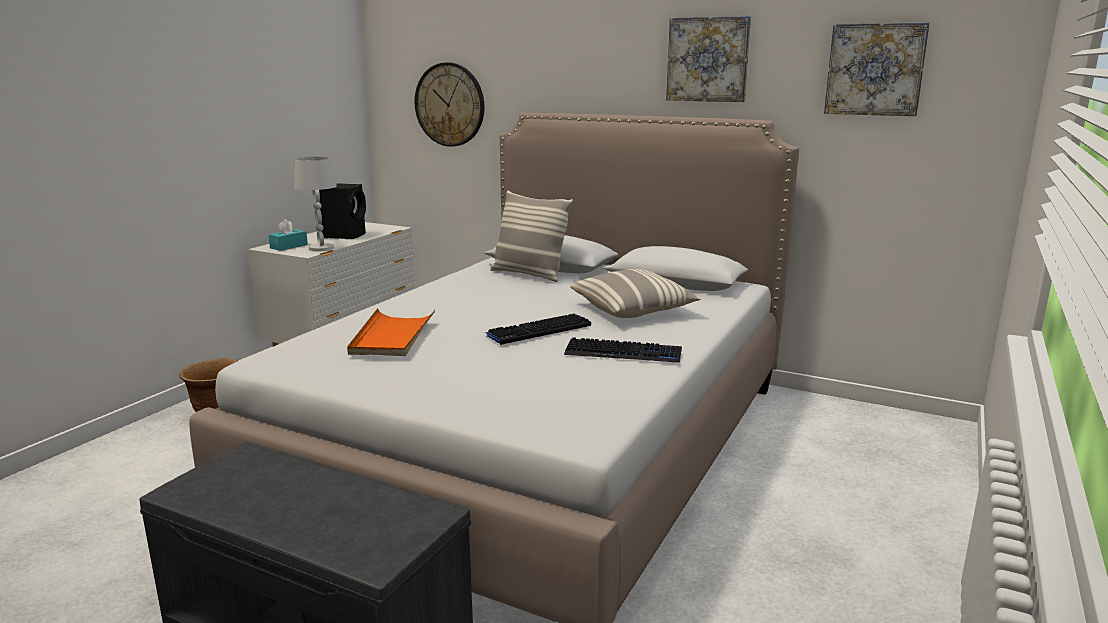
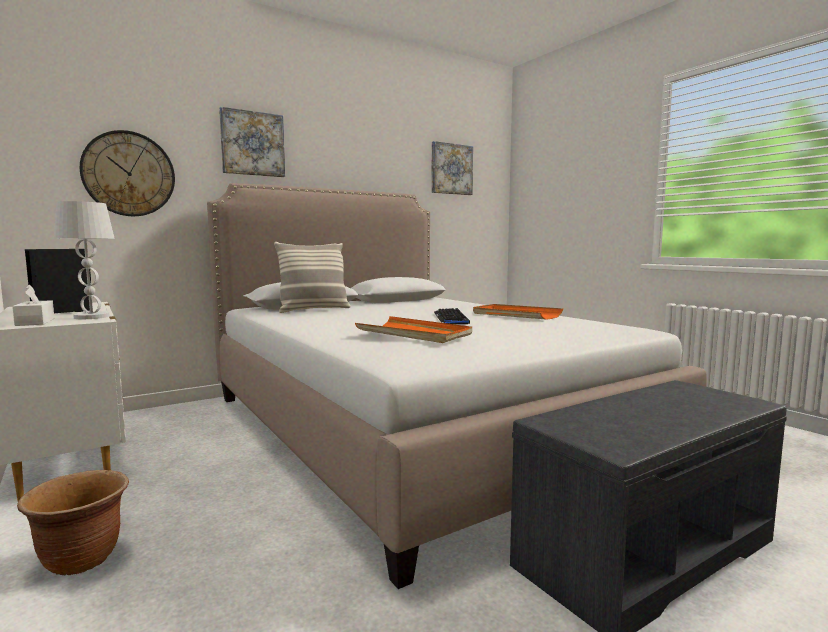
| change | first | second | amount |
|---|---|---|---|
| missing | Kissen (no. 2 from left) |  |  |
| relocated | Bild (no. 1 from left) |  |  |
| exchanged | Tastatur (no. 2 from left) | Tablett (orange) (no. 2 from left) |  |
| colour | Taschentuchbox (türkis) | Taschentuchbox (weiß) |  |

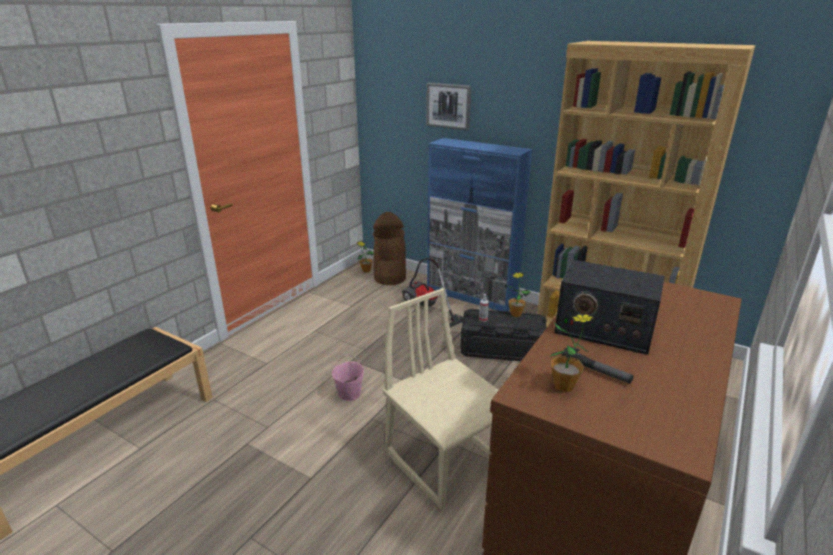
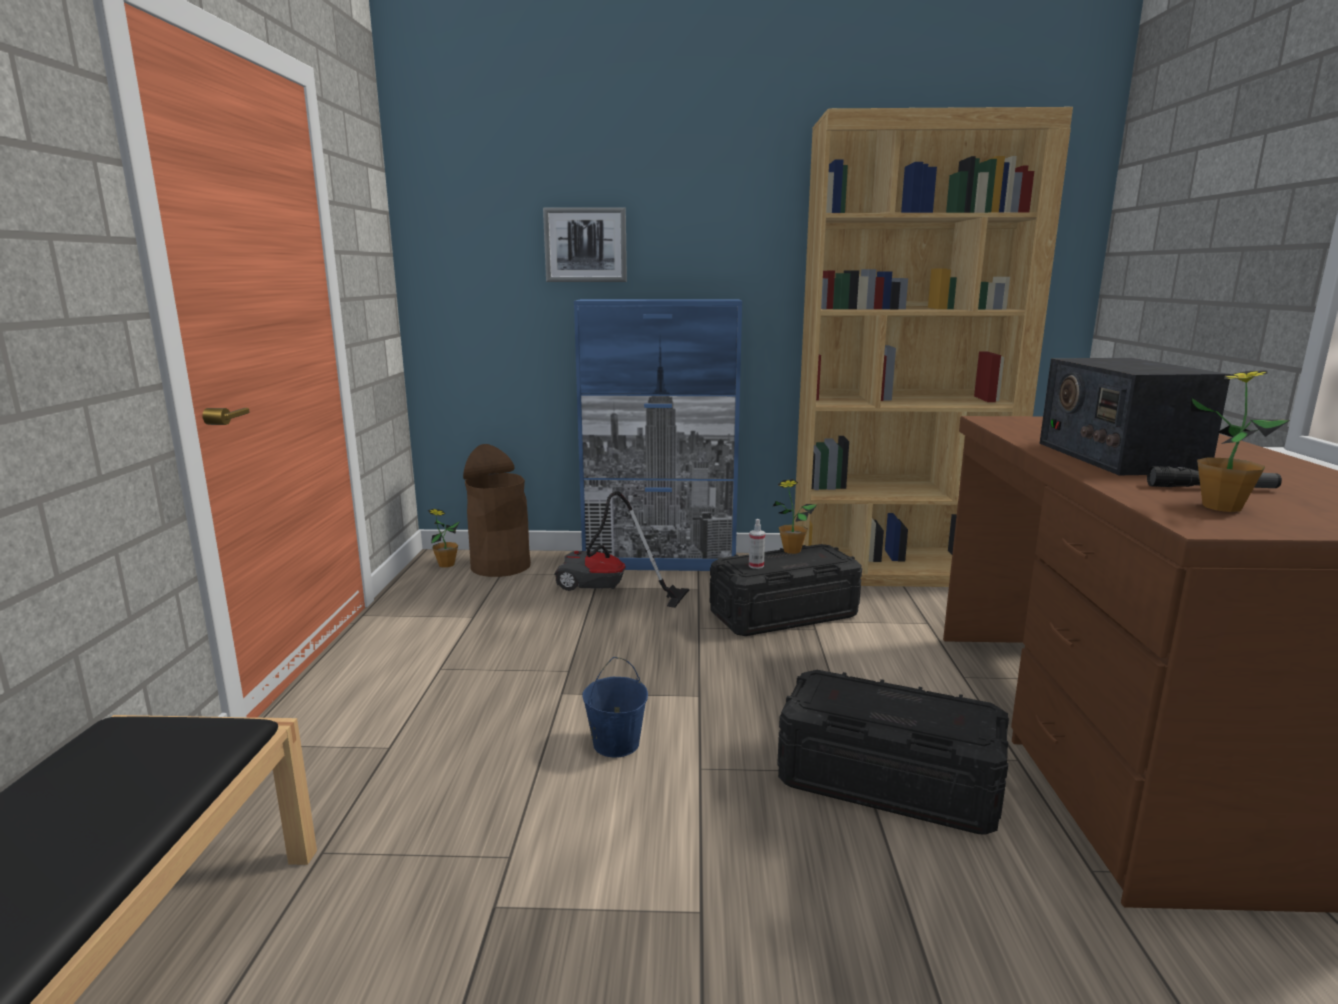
| change | first | second | amount |
|---|---|---|---|
| exchanged | Stuhl (beige) | Aufbewahrungsbox (schwarz) (no. 2 from left) |  |
| colour | Eimer (rosa) | Eimer (blau) |  |
| spun | Radio |  | 90 degrees clockwise |

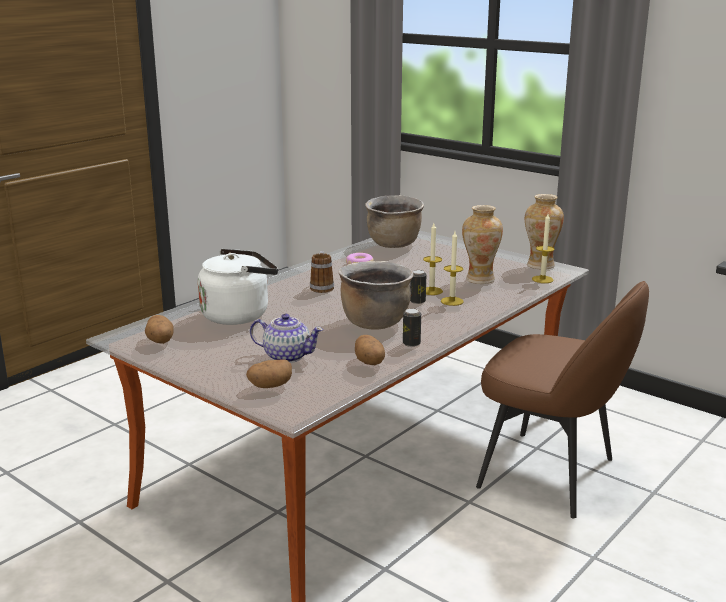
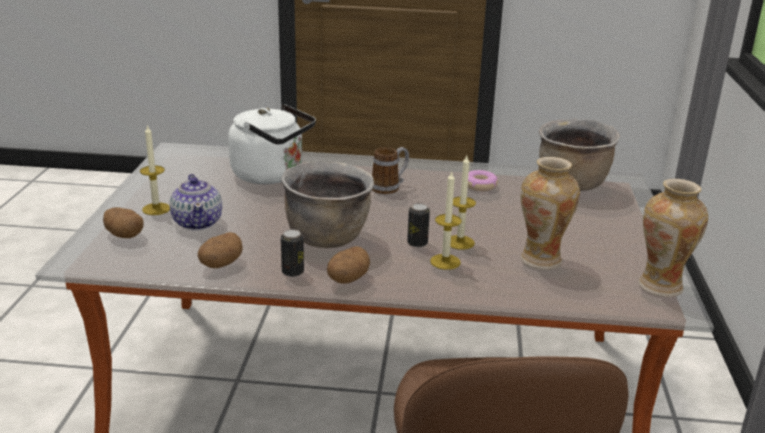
| change | first | second | amount |
|---|---|---|---|
| relocated | Kartoffel (no. 1 from left in the first image) | Kartoffel (no. 3 from left) |  |
| relocated | Kerze (no. 3 from left in the first image) | Kerze (no. 1 from left) |  |

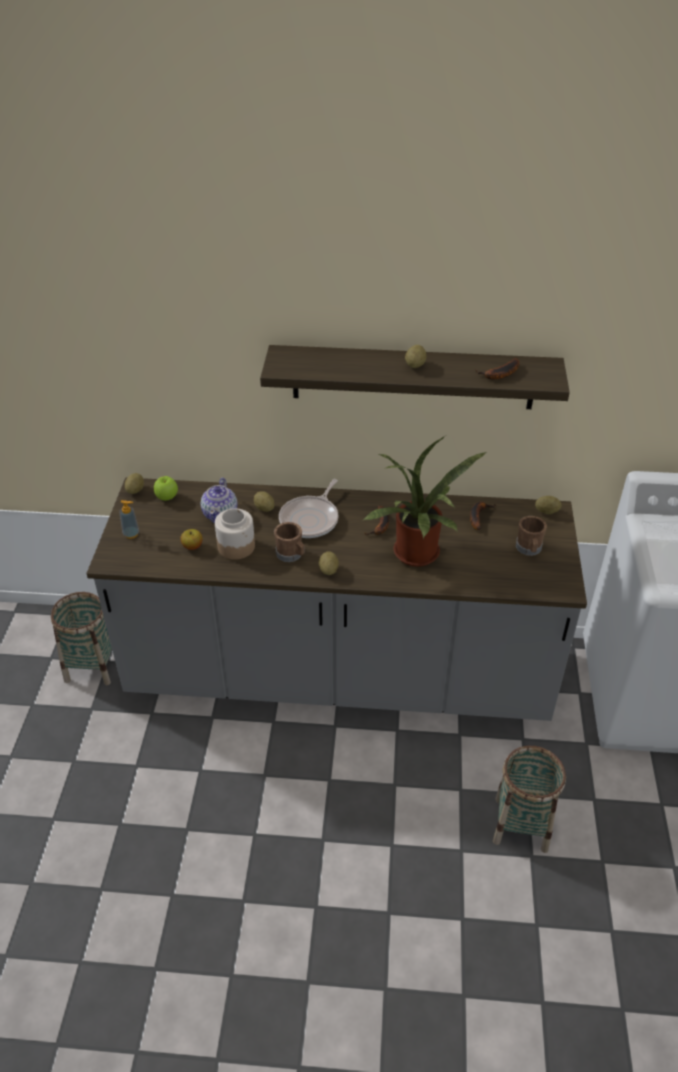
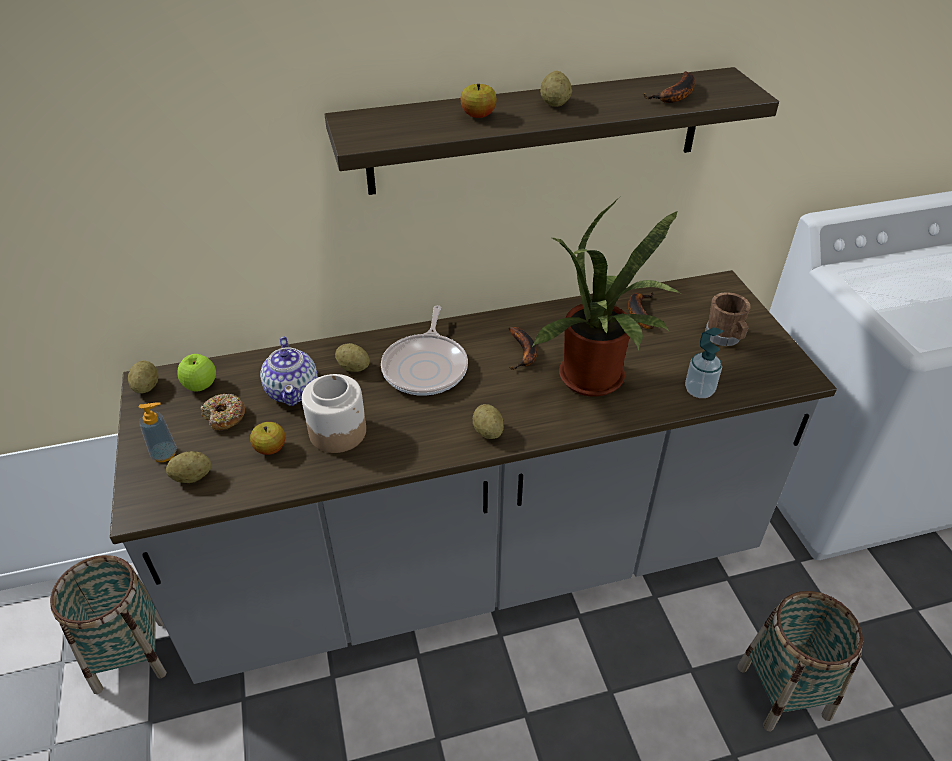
| change | first | second | amount |
|---|---|---|---|
| missing | Henkelbecher (braun) (no. 1 from left) |  |  |
| appeared |  | Donut |  |
| appeared |  | Apfel (no. 3 from left) |  |
| appeared |  | Seifenspender (no. 2 from left) |  |
| relocated | Kartoffel (no. 5 from left in the first image) | Kartoffel (no. 2 from left) |  |

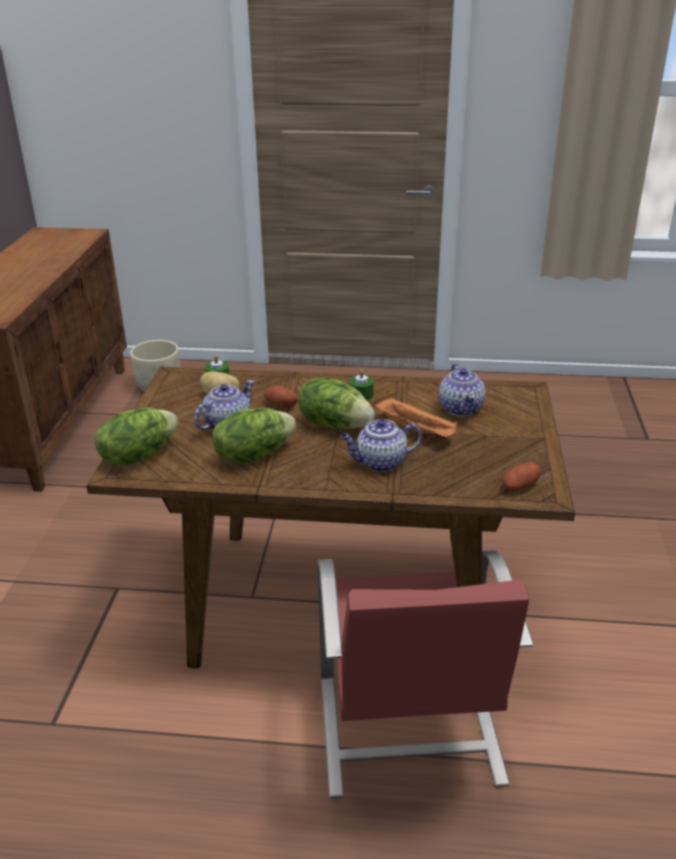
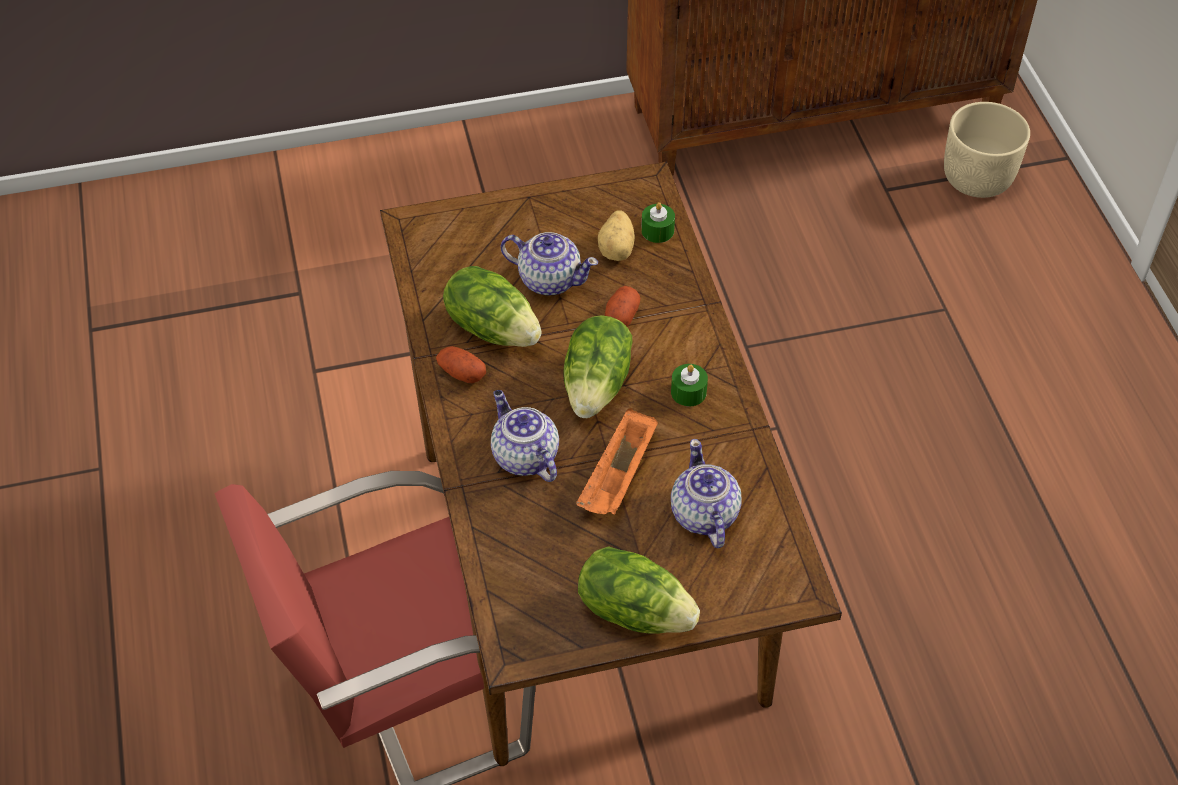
| change | first | second | amount |
|---|---|---|---|
| relocated | Salatkopf (no. 1 from left in the first image) | Salatkopf (no. 3 from left) |  |
| relocated | Kartoffel (no. 3 from left in the first image) | Kartoffel (no. 1 from left) |  |
| spun | Teekanne (no. 3 from left) |  | 105 degrees clockwise |

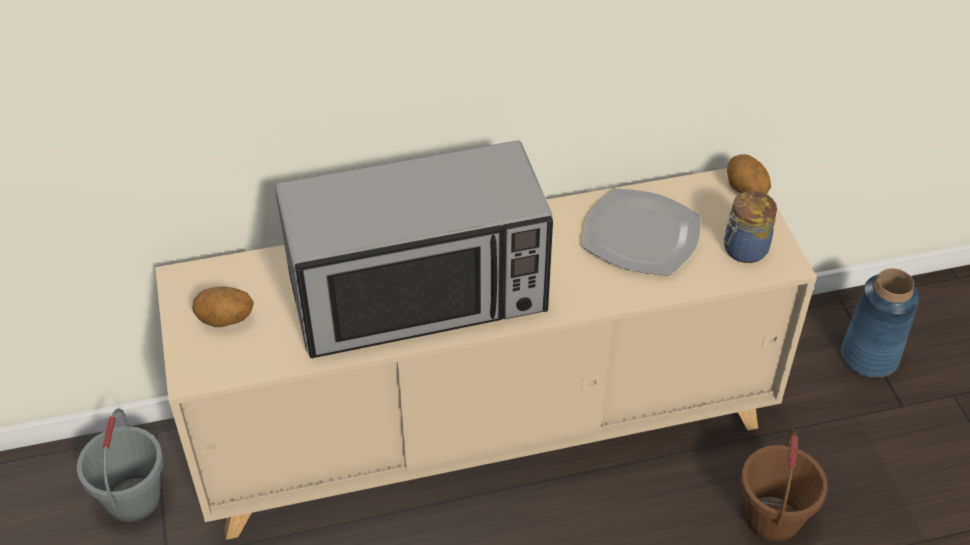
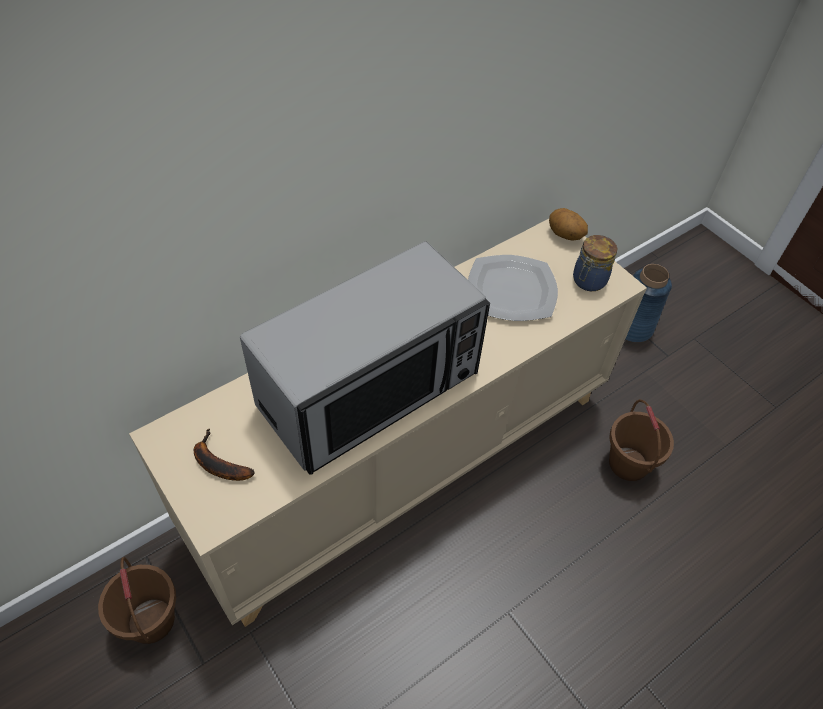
| change | first | second | amount |
|---|---|---|---|
| exchanged | Kartoffel (no. 1 from left) | Banane |  |
| colour | Eimer (grau) | Eimer (braun) (no. 1 from left) |  |

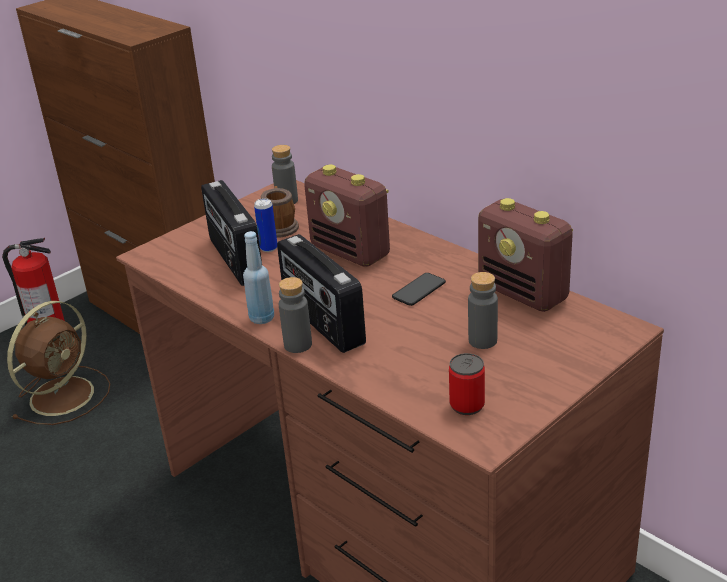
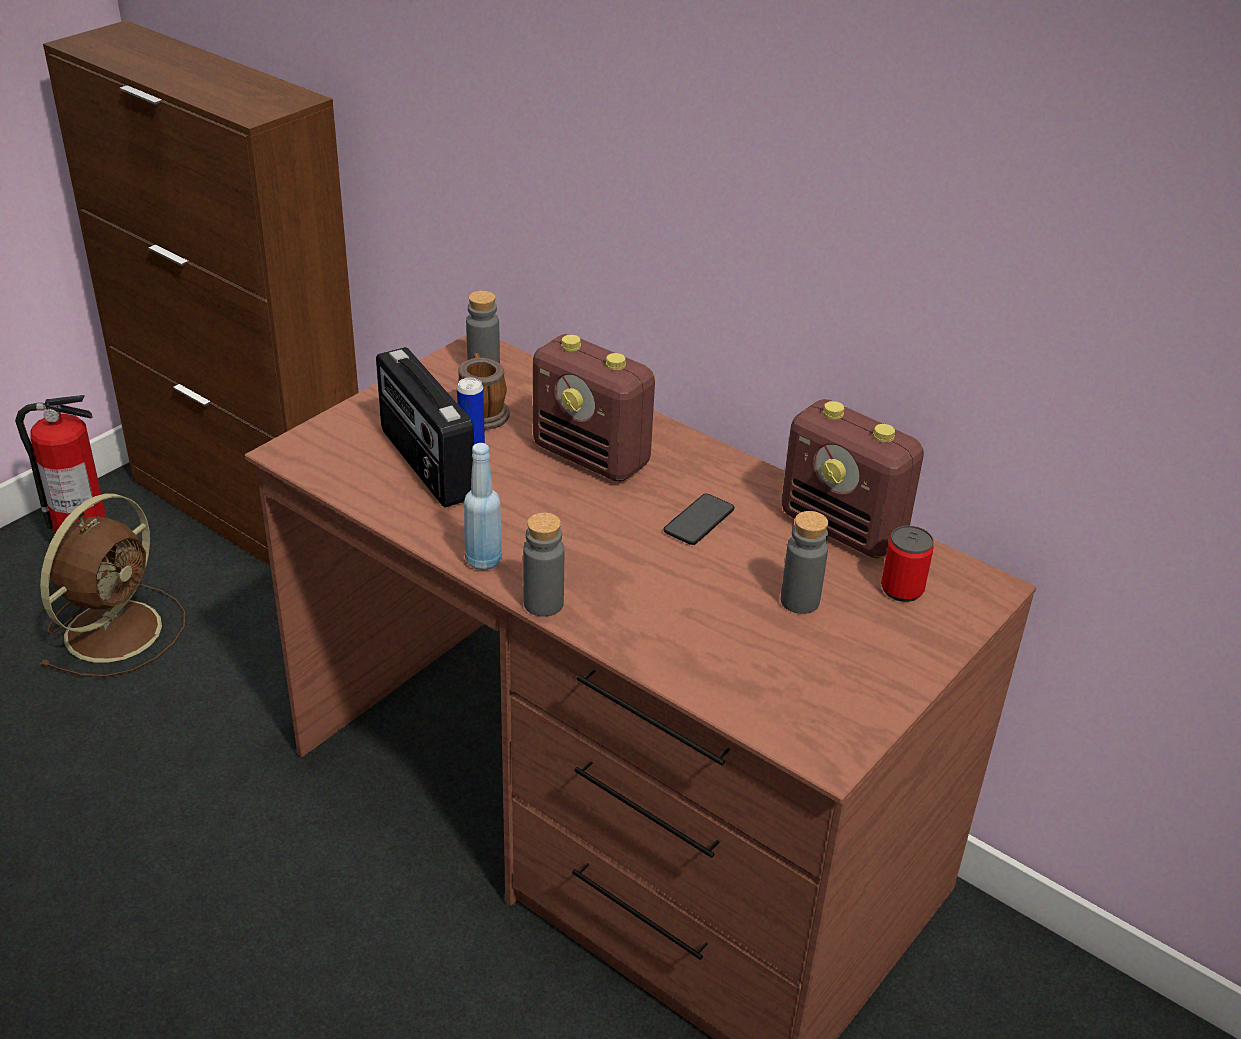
| change | first | second | amount |
|---|---|---|---|
| missing | Radio (no. 2 from left) |  |  |
| relocated | Dose (no. 2 from left) |  |  |

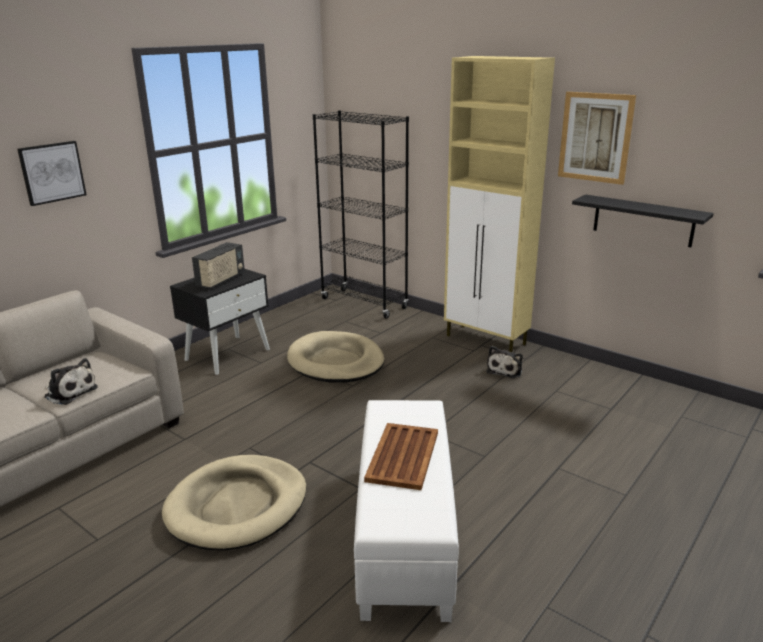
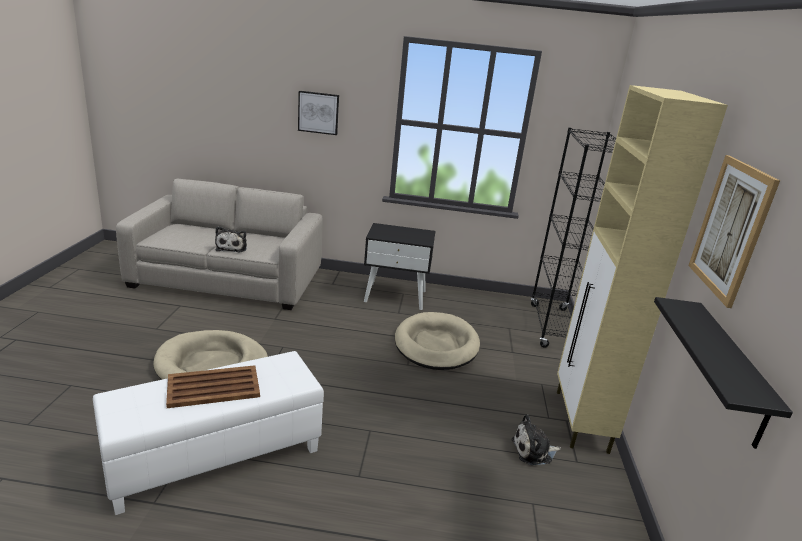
| change | first | second | amount |
|---|---|---|---|
| missing | Radio |  |  |

